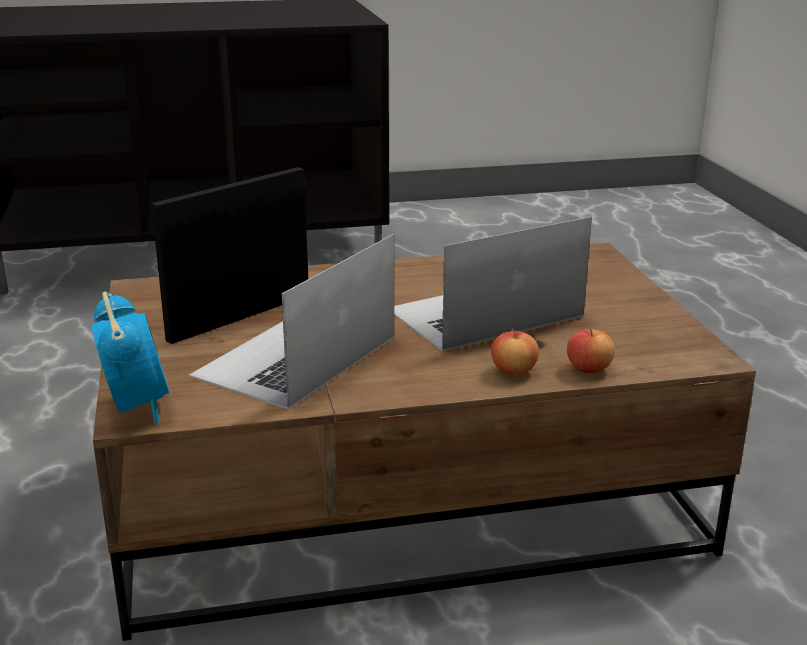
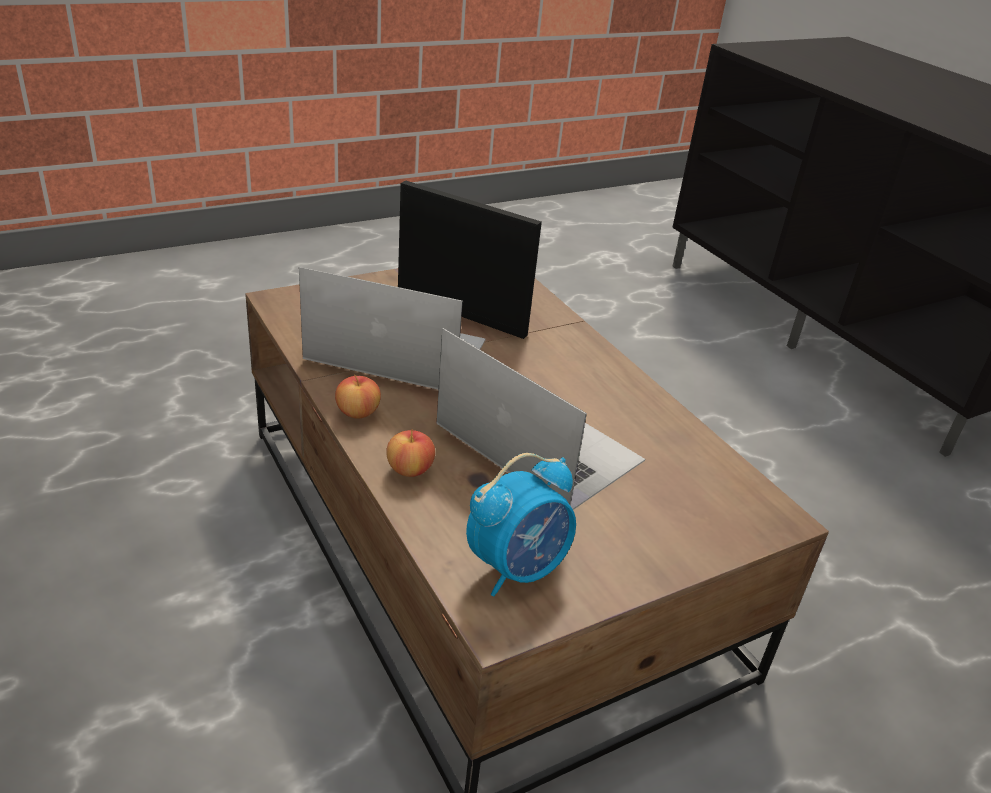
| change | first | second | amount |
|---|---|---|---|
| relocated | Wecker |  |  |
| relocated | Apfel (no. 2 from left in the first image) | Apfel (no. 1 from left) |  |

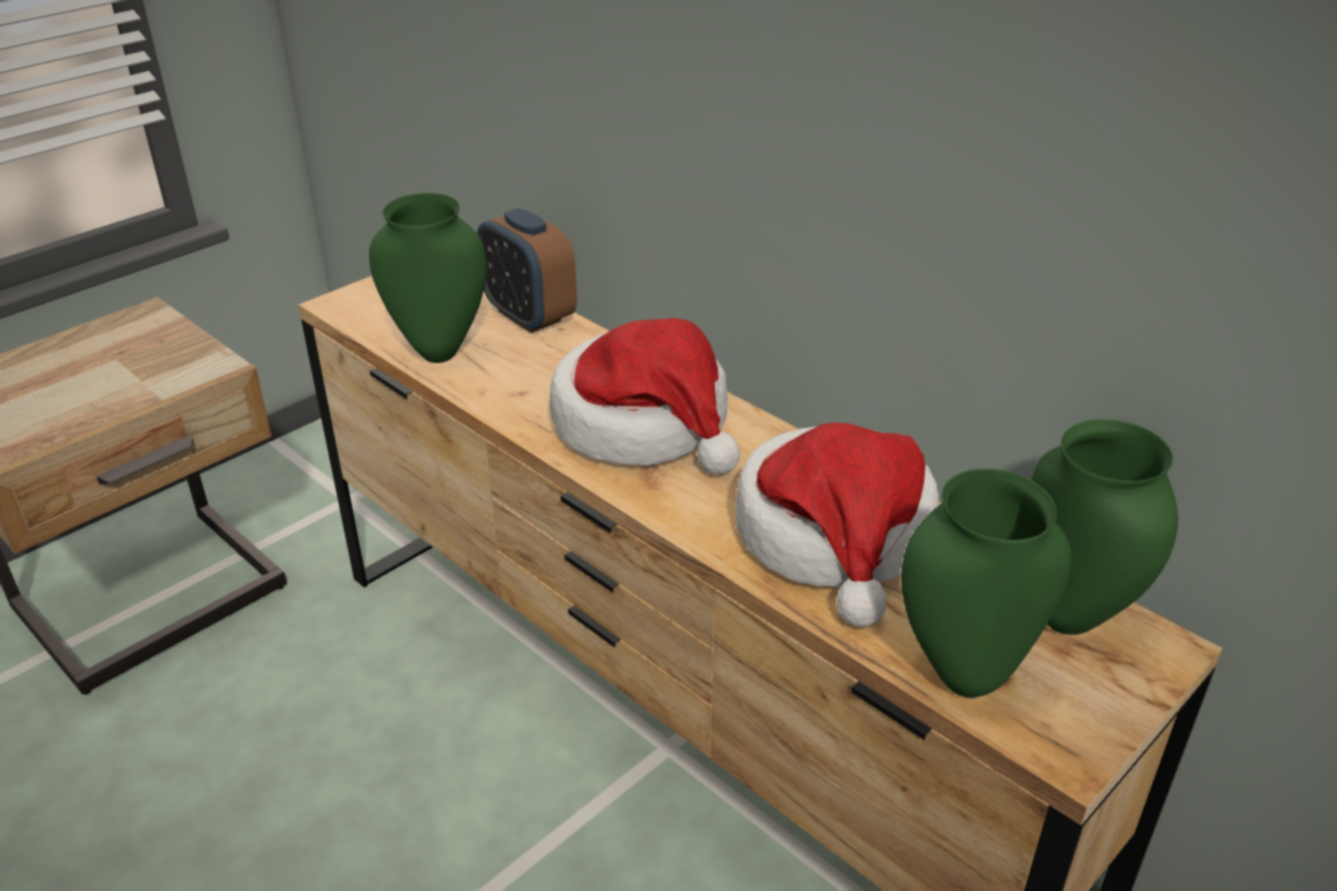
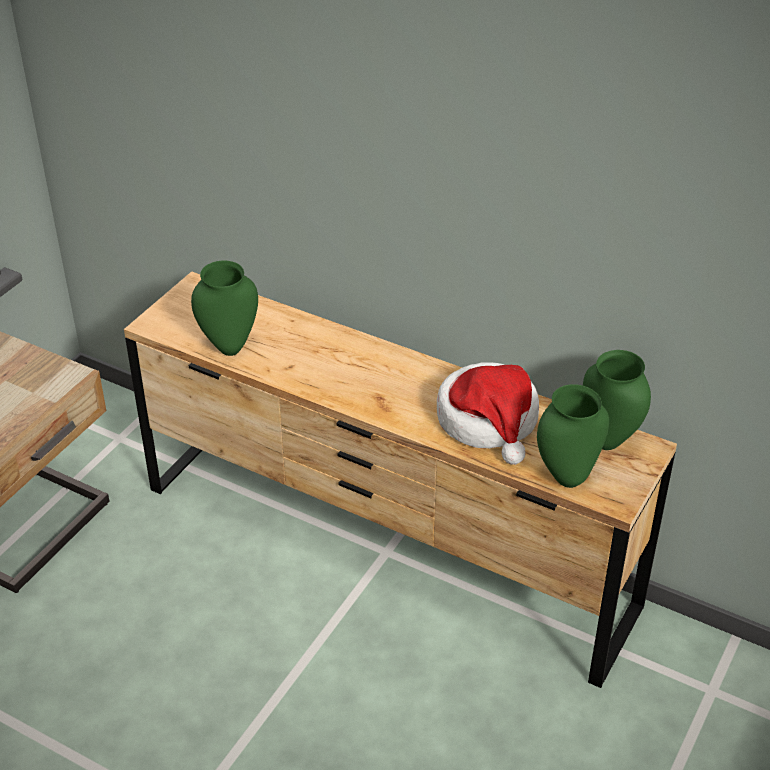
| change | first | second | amount |
|---|---|---|---|
| missing | Wecker |  |  |
| missing | Hut (no. 1 from left) |  |  |

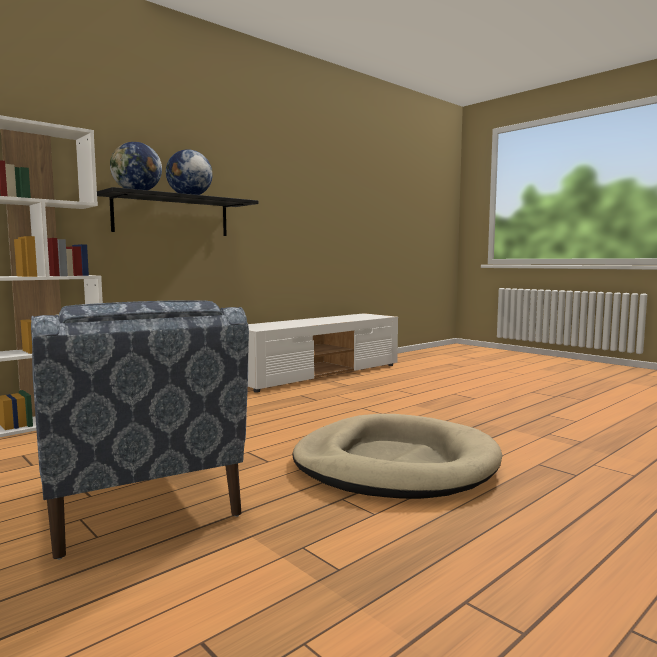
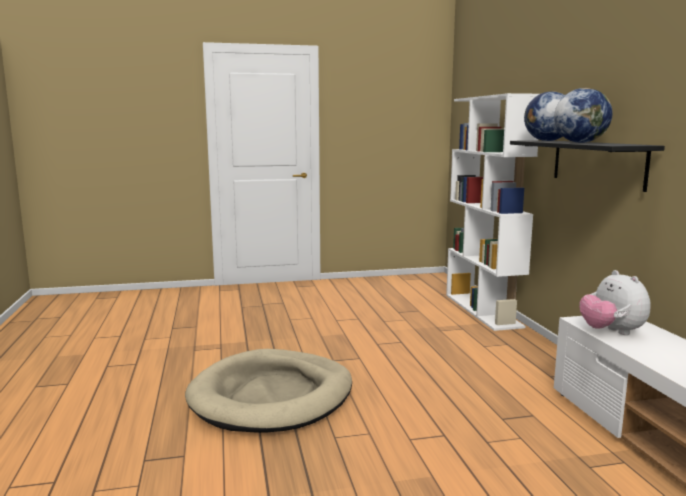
| change | first | second | amount |
|---|---|---|---|
| missing | Sessel (blau) |  |  |
| appeared |  | Plüschtier |  |

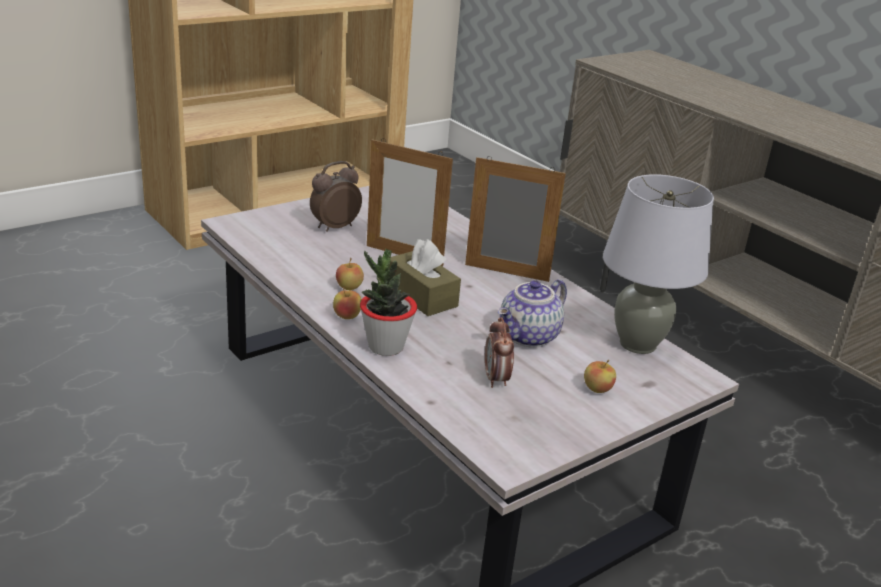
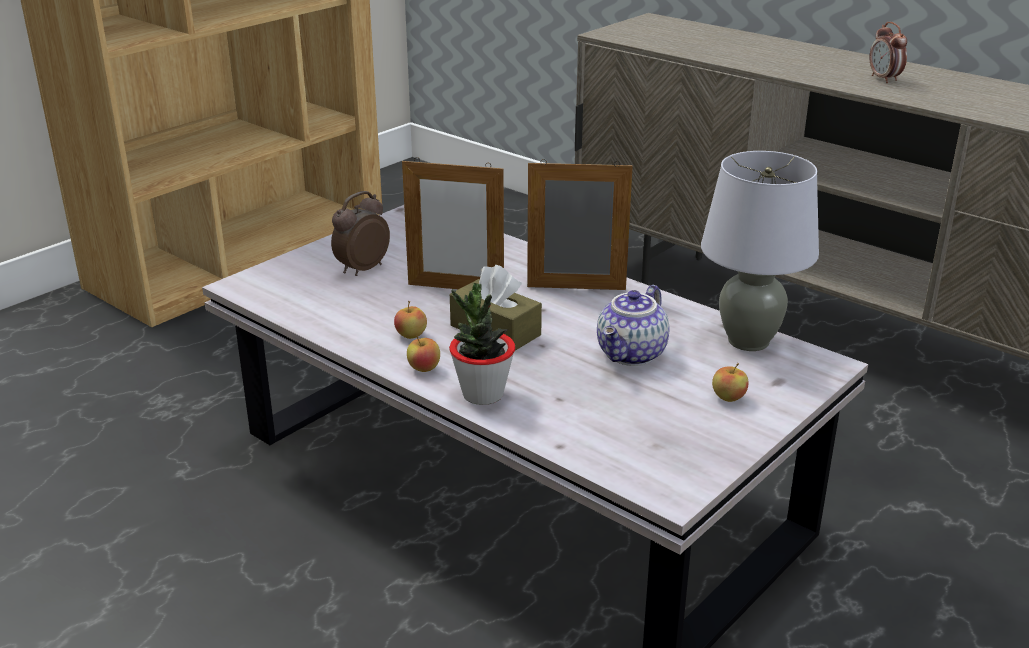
| change | first | second | amount |
|---|---|---|---|
| relocated | Wecker (no. 2 from left) |  |  |

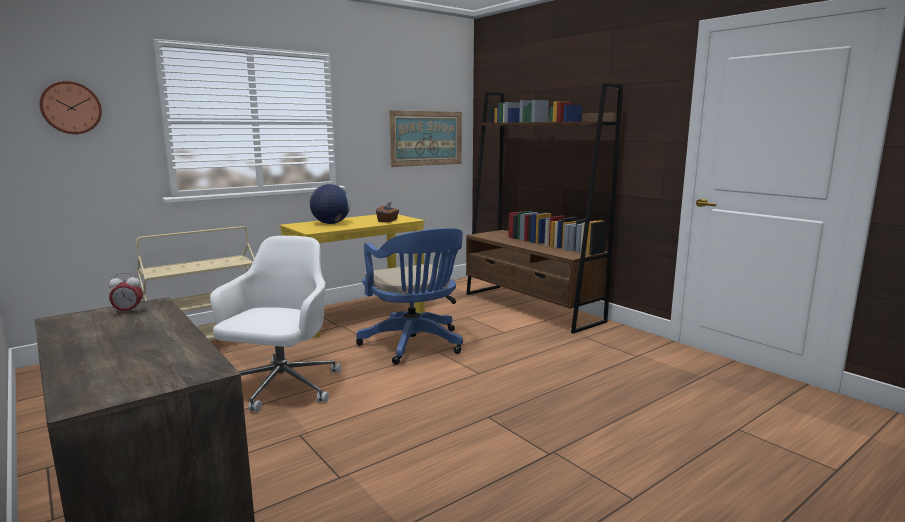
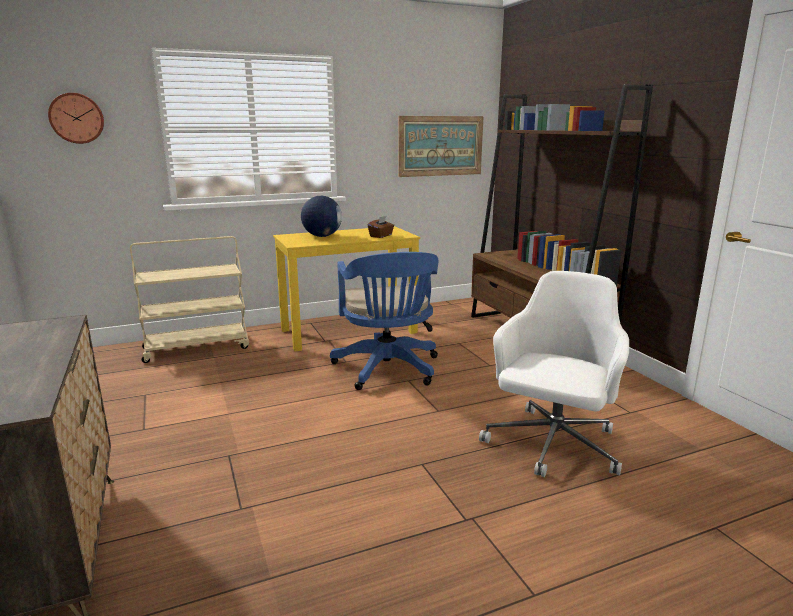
| change | first | second | amount |
|---|---|---|---|
| missing | Wecker |  |  |
| relocated | Bürostuhl (weiß) |  |  |

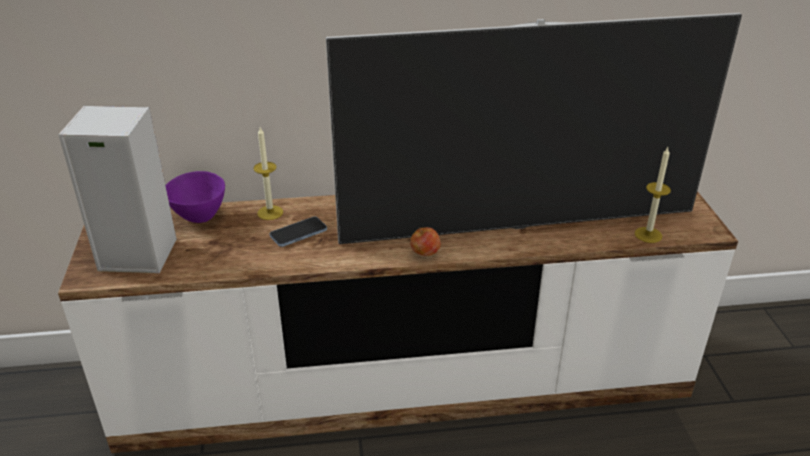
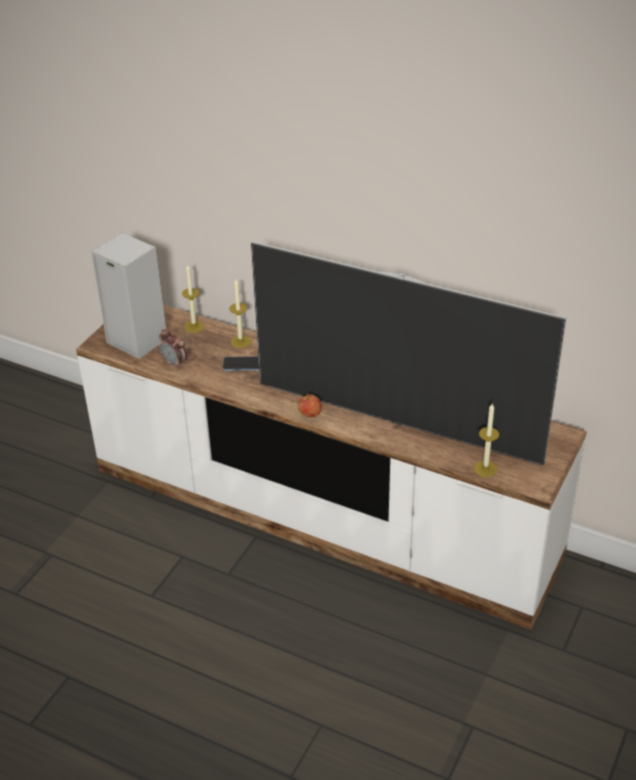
| change | first | second | amount |
|---|---|---|---|
| appeared |  | Wecker |  |
| exchanged | Schüssel (lila) | Kerze (no. 1 from left) |  |

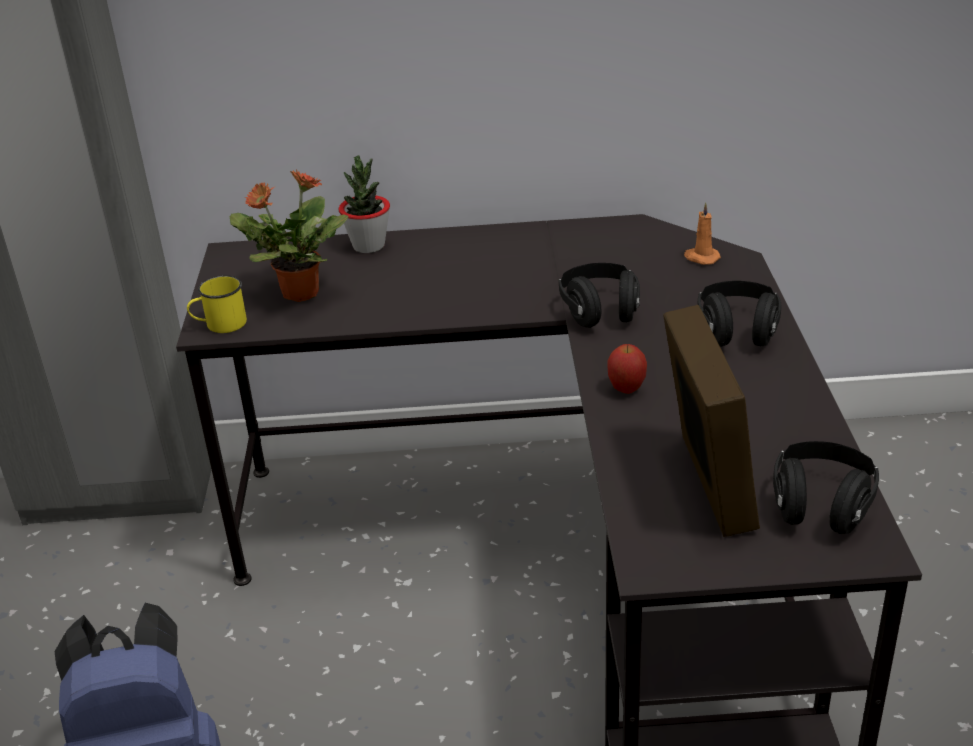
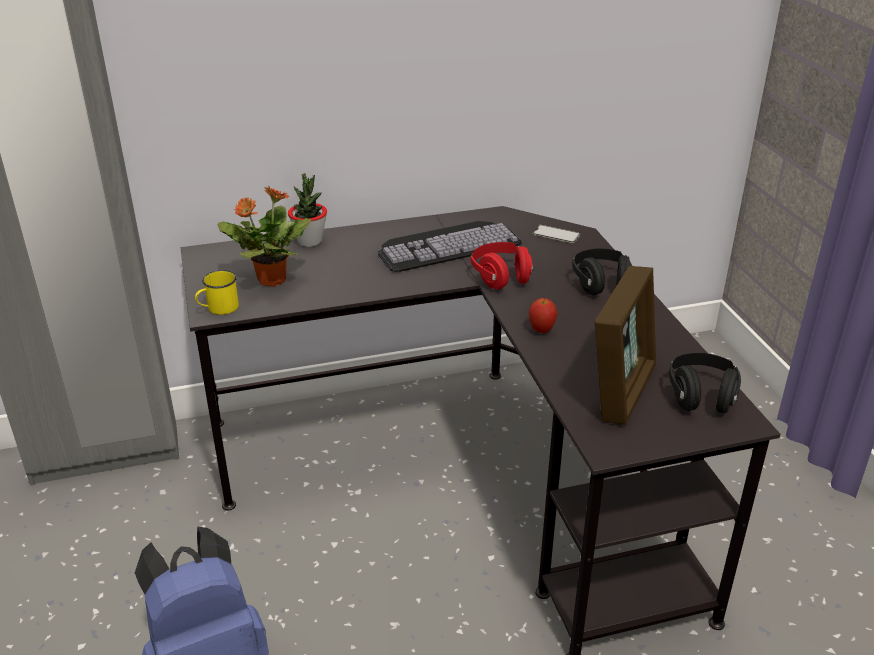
| change | first | second | amount |
|---|---|---|---|
| appeared |  | Tastatur |  |
| exchanged | Kerze (orange) | Handy |  |
| colour | Kopfhörer (schwarz) (no. 1 from left) | Kopfhörer (rot) |  |
| spun | Bilderrahmen |  | 45 degrees clockwise |

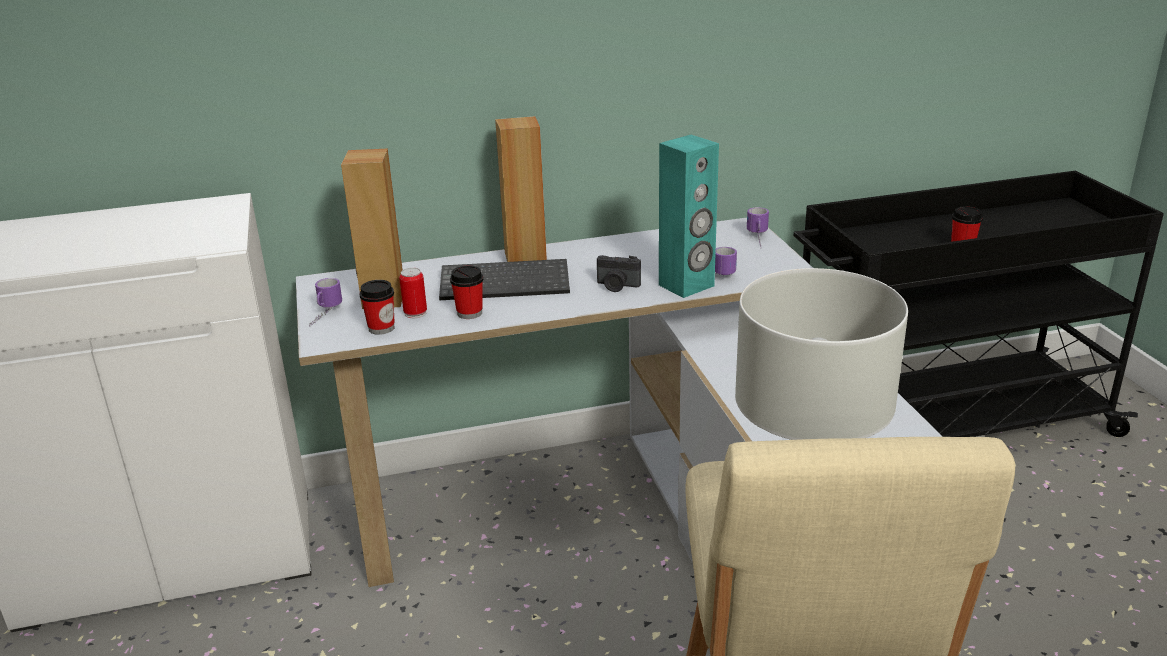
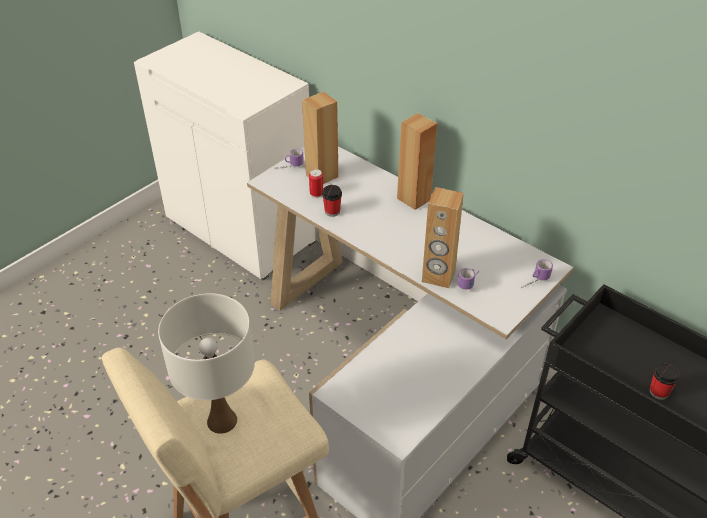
| change | first | second | amount |
|---|---|---|---|
| missing | Tasse (no. 1 from left) |  |  |
| missing | Tastatur |  |  |
| missing | Kamera |  |  |
| colour | Lautsprecher (türkis) | Lautsprecher (braun) (no. 3 from left) |  |

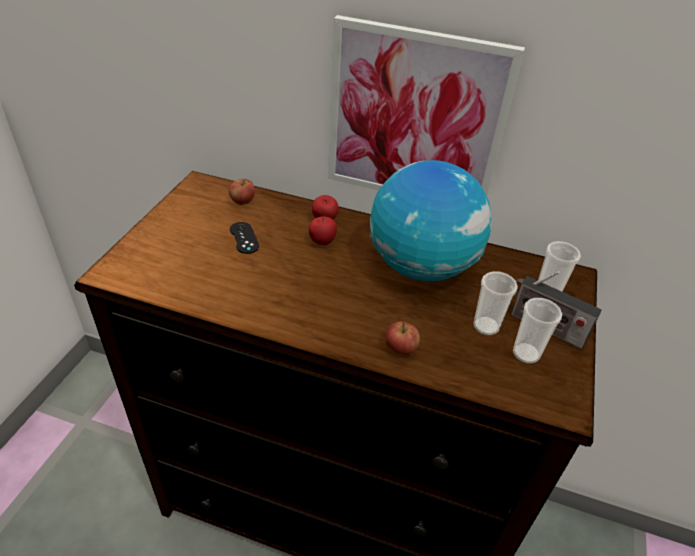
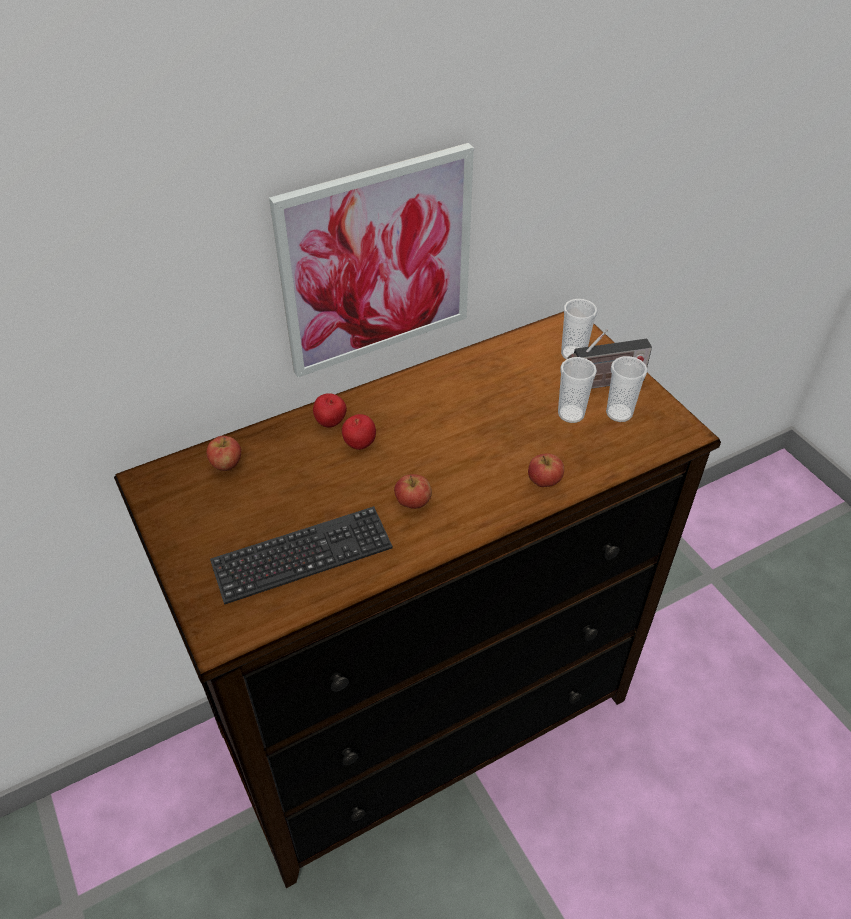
| change | first | second | amount |
|---|---|---|---|
| missing | Gamepad (schwarz) |  |  |
| missing | Globus |  |  |
| appeared |  | Tastatur |  |
| appeared |  | Apfel (no. 4 from left) |  |

